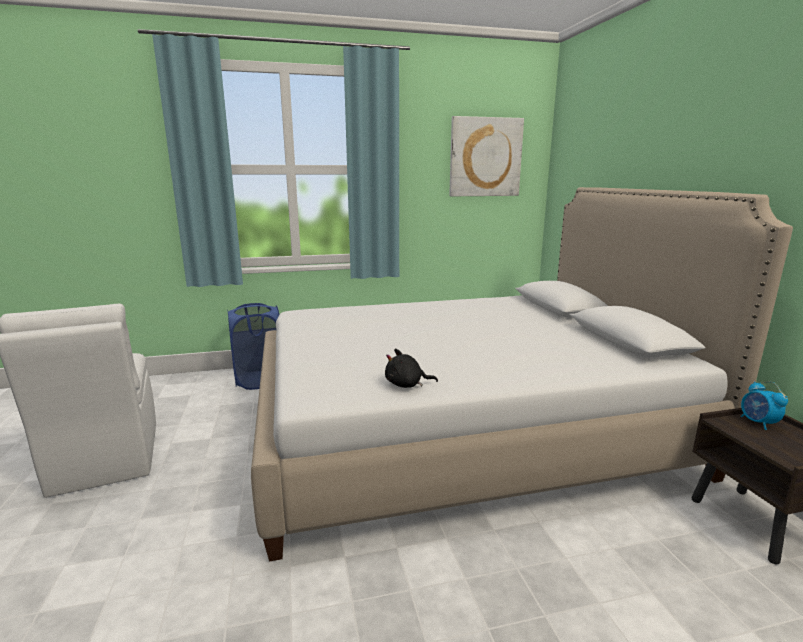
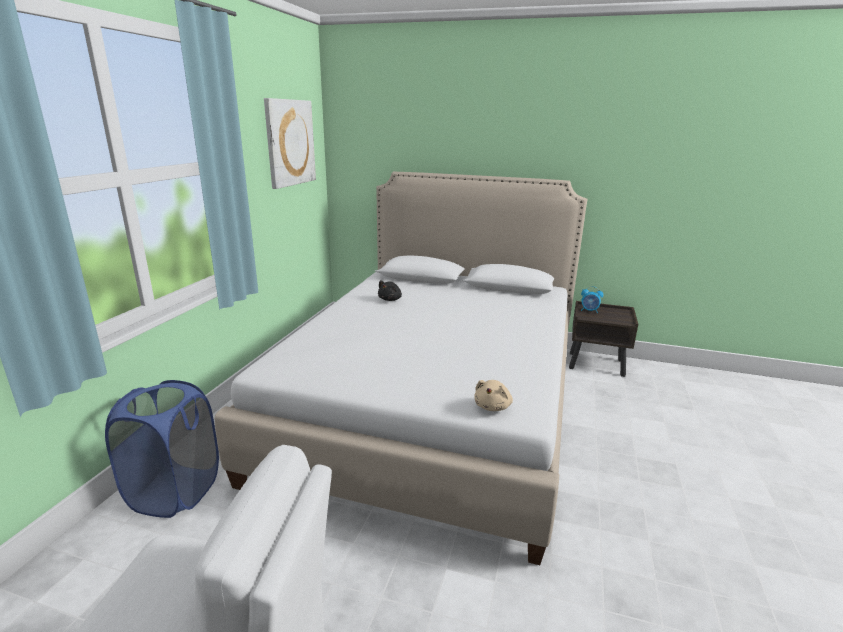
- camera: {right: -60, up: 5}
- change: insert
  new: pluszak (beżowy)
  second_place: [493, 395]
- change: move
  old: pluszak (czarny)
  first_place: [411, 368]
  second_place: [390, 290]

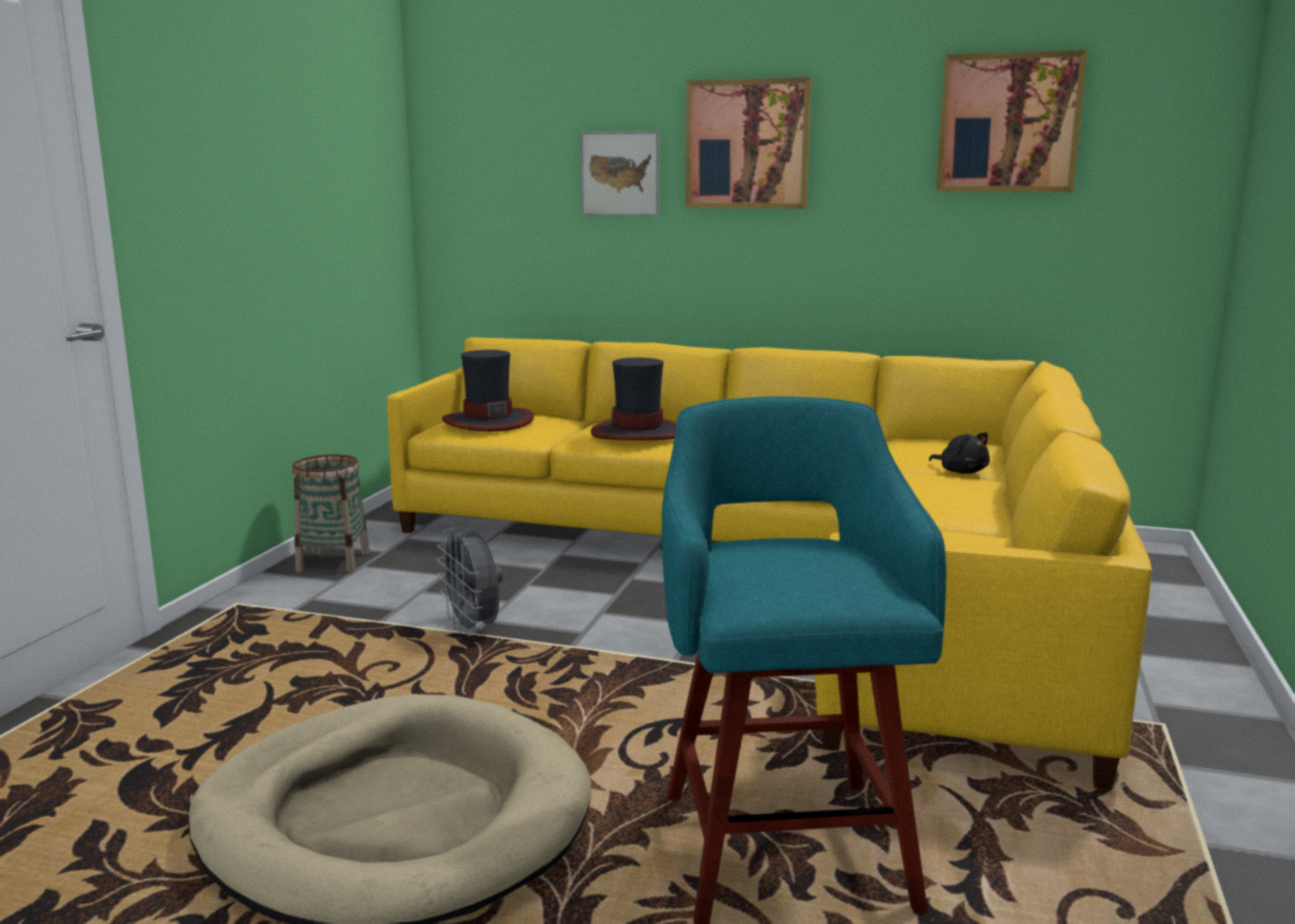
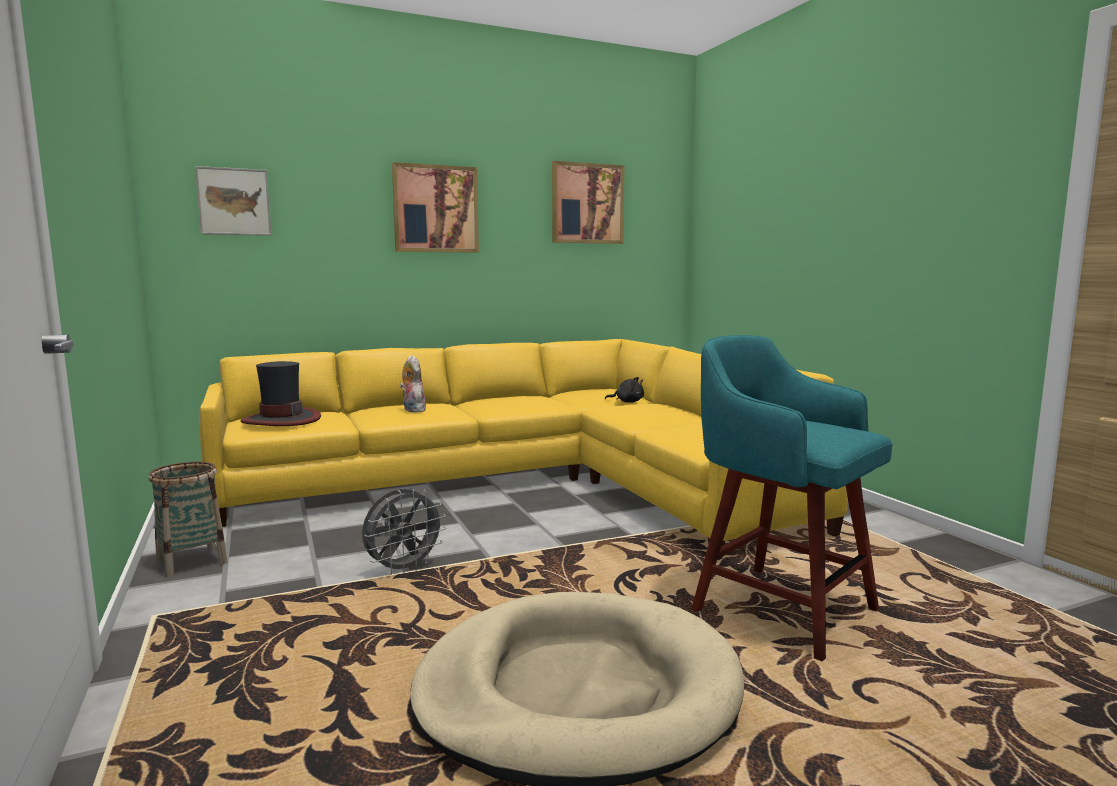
- camera: {right: -40, up: -5}
- change: move
  old: obraz
  first_place: [620, 173]
  second_place: [233, 201]
- change: replace
  old: kapelusz
  new: pluszak
  first_place: [633, 399]
  second_place: [413, 384]
- change: rotate
  old: wentylator (szary)
  first_place: [469, 582]
  second_place: [404, 531]
  degrees: -60

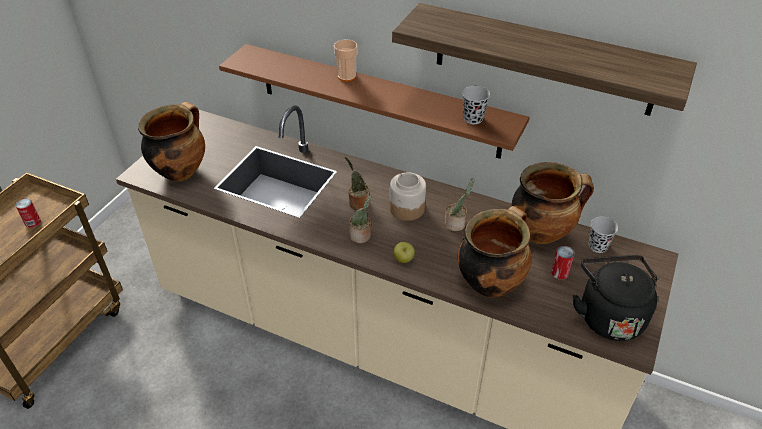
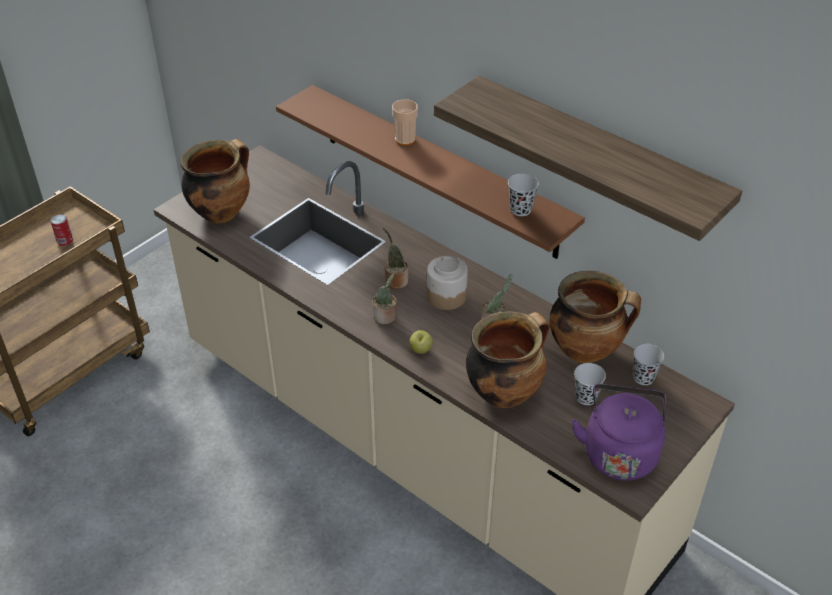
- camera: {right: 15, up: 0}
- change: replace
  old: puszka
  new: filiżanka (czarny)
  first_place: [563, 263]
  second_place: [590, 384]
- change: recolor
  old: czajnik (czarny)
  new: czajnik (fioletowy)
  first_place: [615, 298]
  second_place: [619, 432]

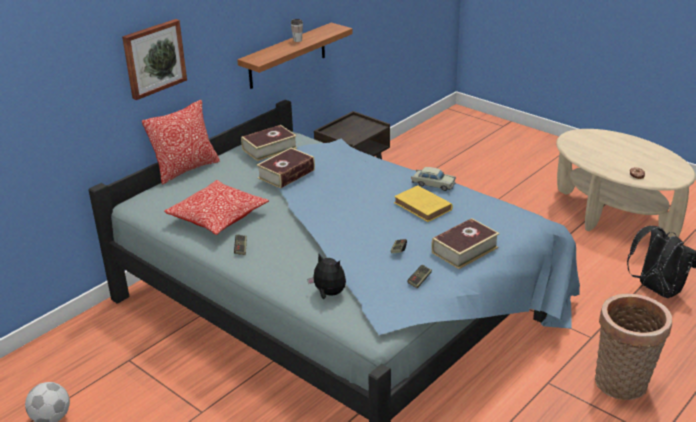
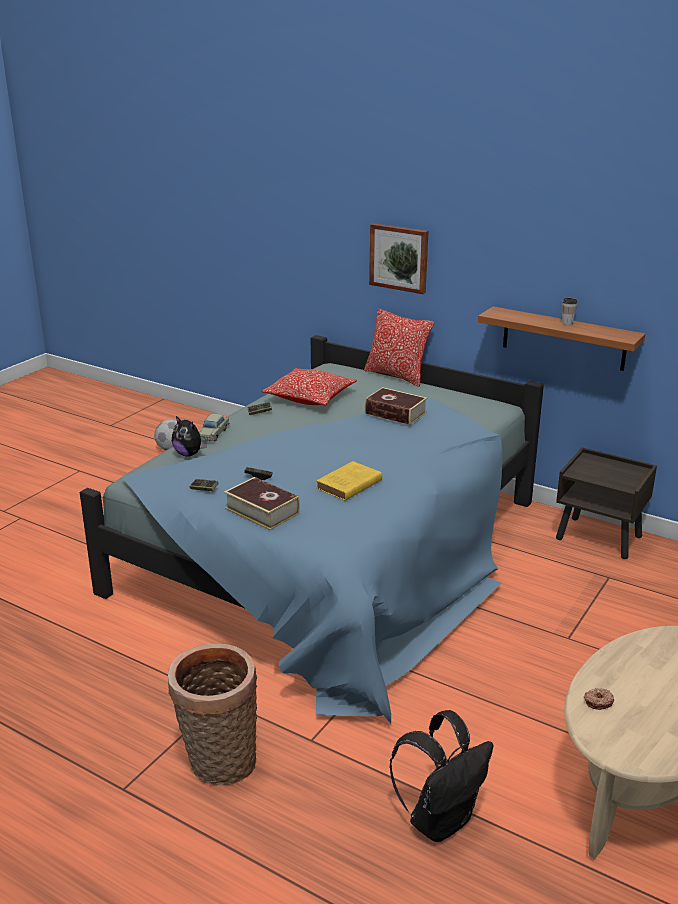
- camera: {right: 80, up: -5}
- change: delete
  old: książka
  first_place: [269, 143]
- change: move
  old: samochodzik (beżowy)
  first_place: [433, 179]
  second_place: [213, 428]
- change: rotate
  old: pluszak
  first_place: [326, 276]
  second_place: [189, 436]
  degrees: 105

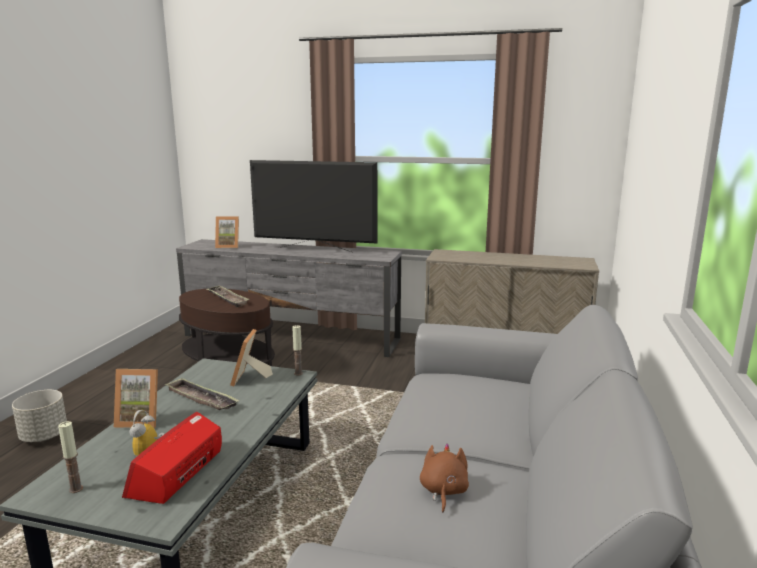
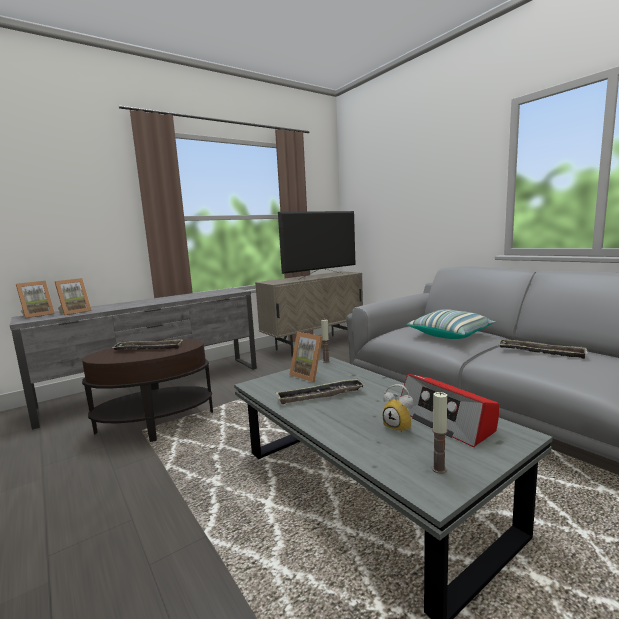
- camera: {right: -50, up: -5}
- change: delete
  old: donica (szary)
  first_place: [39, 416]
- change: insert
  new: poduszka
  second_place: [451, 324]
- change: move
  old: ramka na zdjęcie
  first_place: [136, 398]
  second_place: [35, 300]
- change: move
  old: telewizor
  first_place: [313, 206]
  second_place: [316, 245]
- change: replace
  old: pluszak (brązowy)
  new: taca
  first_place: [444, 478]
  second_place: [543, 349]

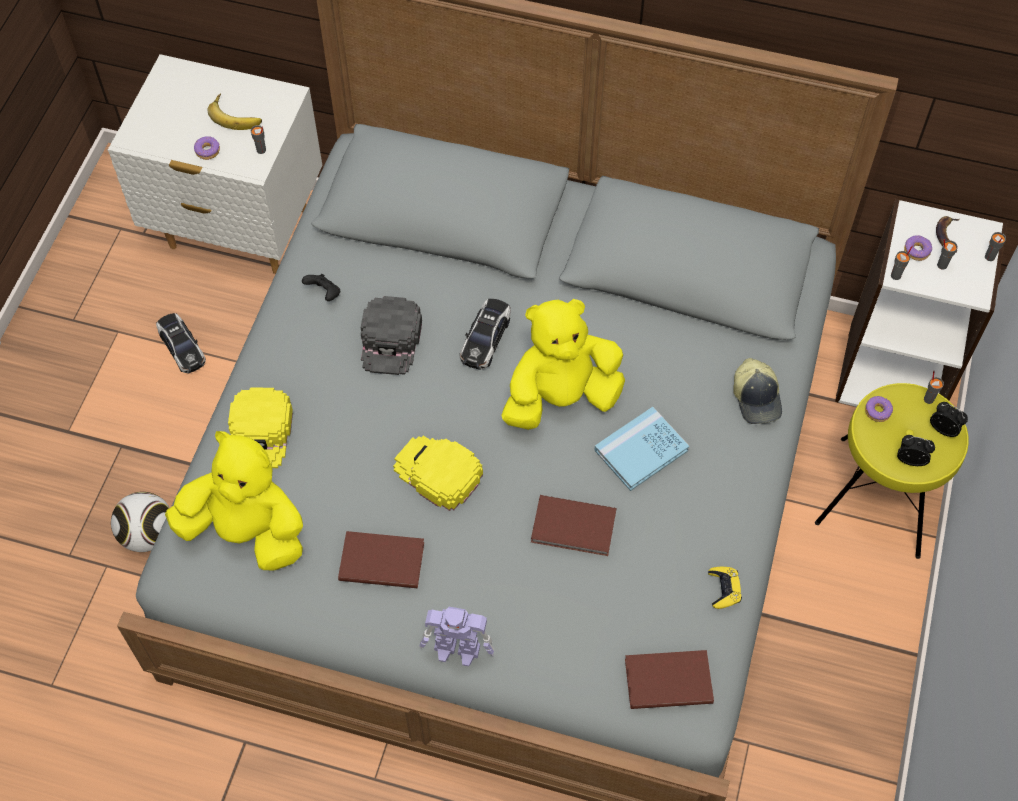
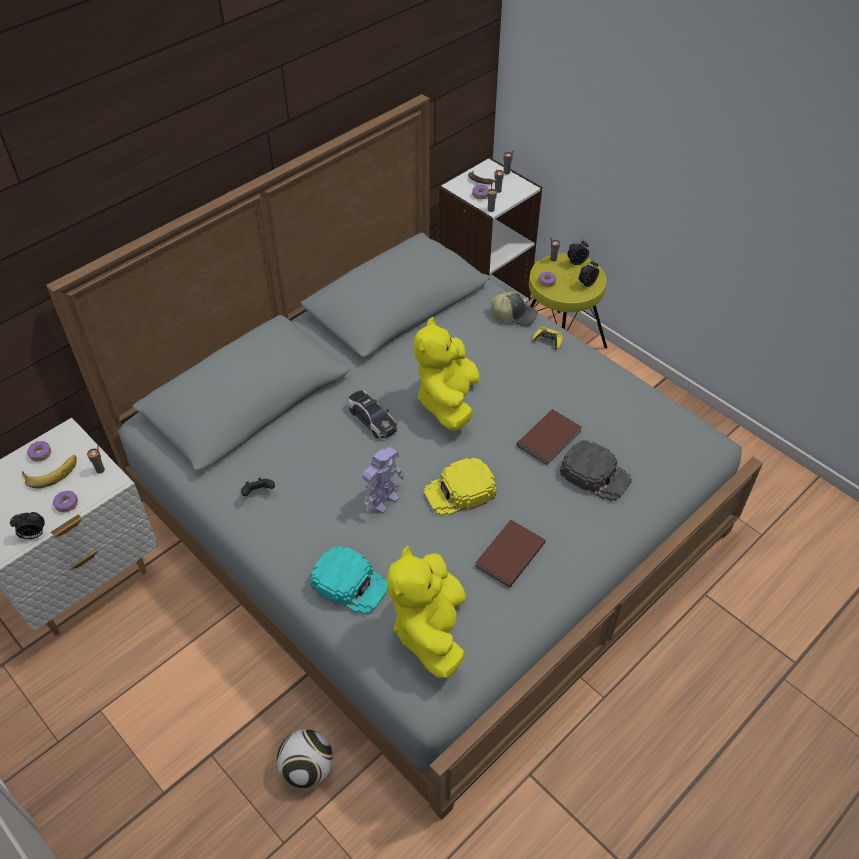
- camera: {right: -60, up: -10}
- change: delete
  old: samochodzik
  first_place: [181, 343]
- change: delete
  old: książka (niebieski)
  first_place: [641, 449]
- change: delete
  old: książka (brązowy)
  first_place: [669, 679]
- change: insert
  new: budzik
  second_place: [27, 525]
- change: insert
  new: donut
  second_place: [39, 451]
- change: move
  old: czapka z daszkiem (czarny)
  first_place: [391, 335]
  second_place: [596, 470]
- change: move
  old: robot zabawkowy
  first_place: [456, 636]
  second_place: [383, 481]
- change: move
  old: pad do gier (żółty)
  first_place: [725, 588]
  second_place: [547, 338]
- change: recolor
  old: czapka z daszkiem (żółty)
  new: czapka z daszkiem (turkusowy)
  first_place: [260, 427]
  second_place: [349, 580]
- change: rotate
  old: pluszak (żółty)
  first_place: [234, 500]
  second_place: [426, 612]
  degrees: -45

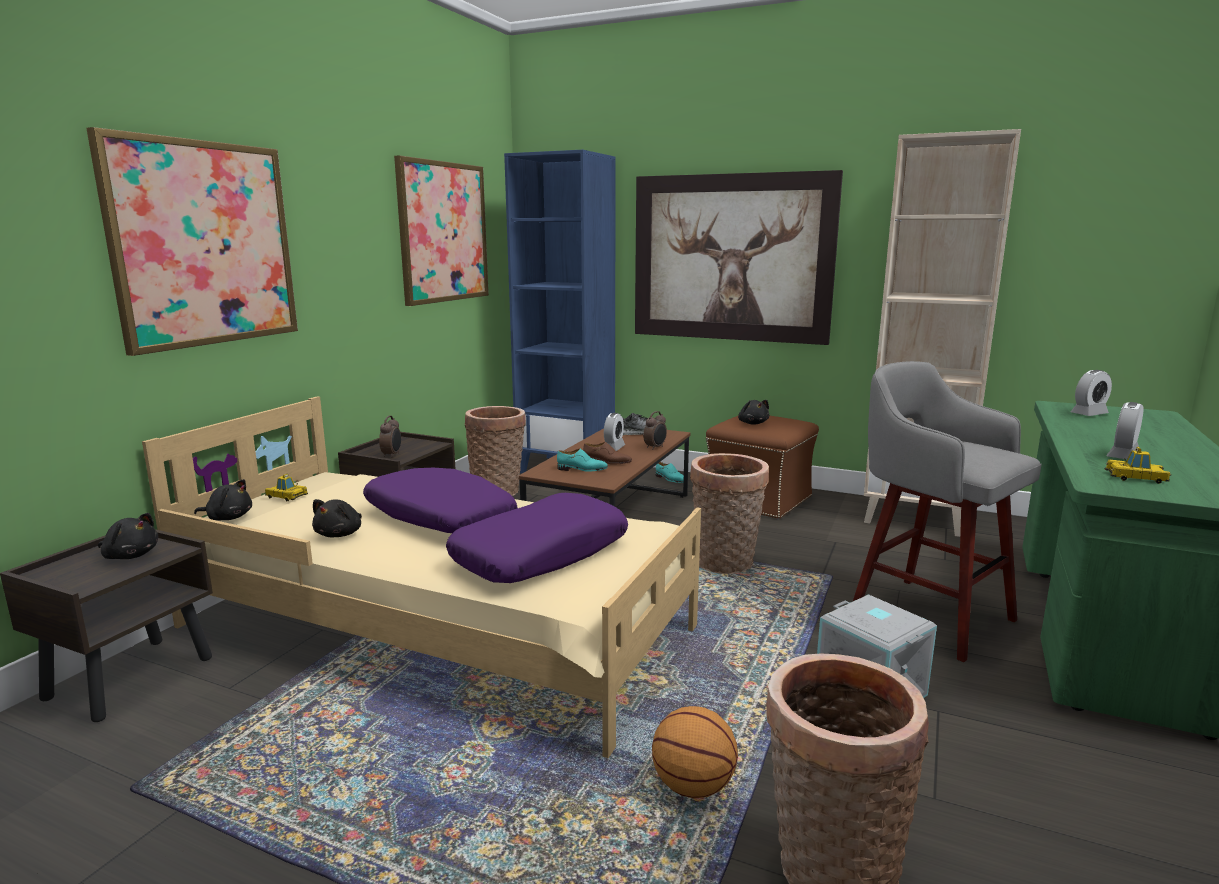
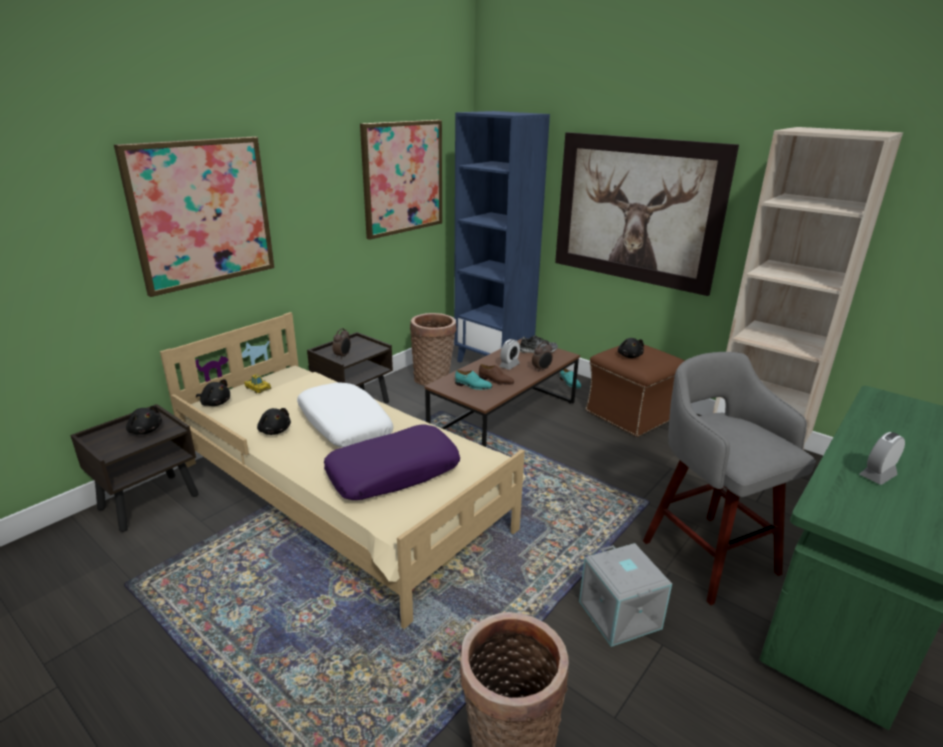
- camera: {right: 15, up: 10}
- change: delete
  old: piłka do koszykówki
  first_place: [695, 752]
- change: delete
  old: koszyk
  first_place: [729, 513]
- change: delete
  old: budzik
  first_place: [1091, 393]
- change: delete
  old: samochodzik
  first_place: [1138, 465]
- change: recolor
  old: poduszka (fioletowy)
  new: poduszka (biały)
  first_place: [440, 500]
  second_place: [345, 414]
- change: rotate
  old: pluszak (czarny)
  first_place: [337, 518]
  second_place: [274, 421]
  degrees: -75

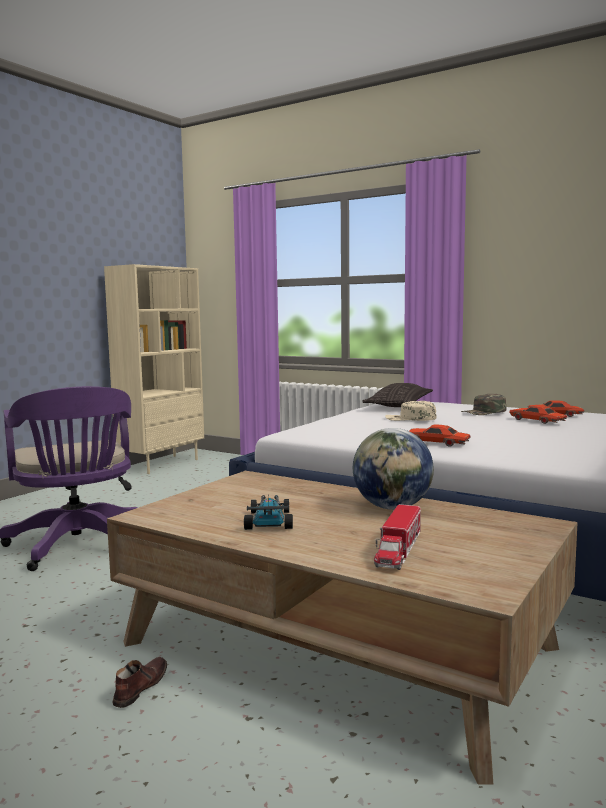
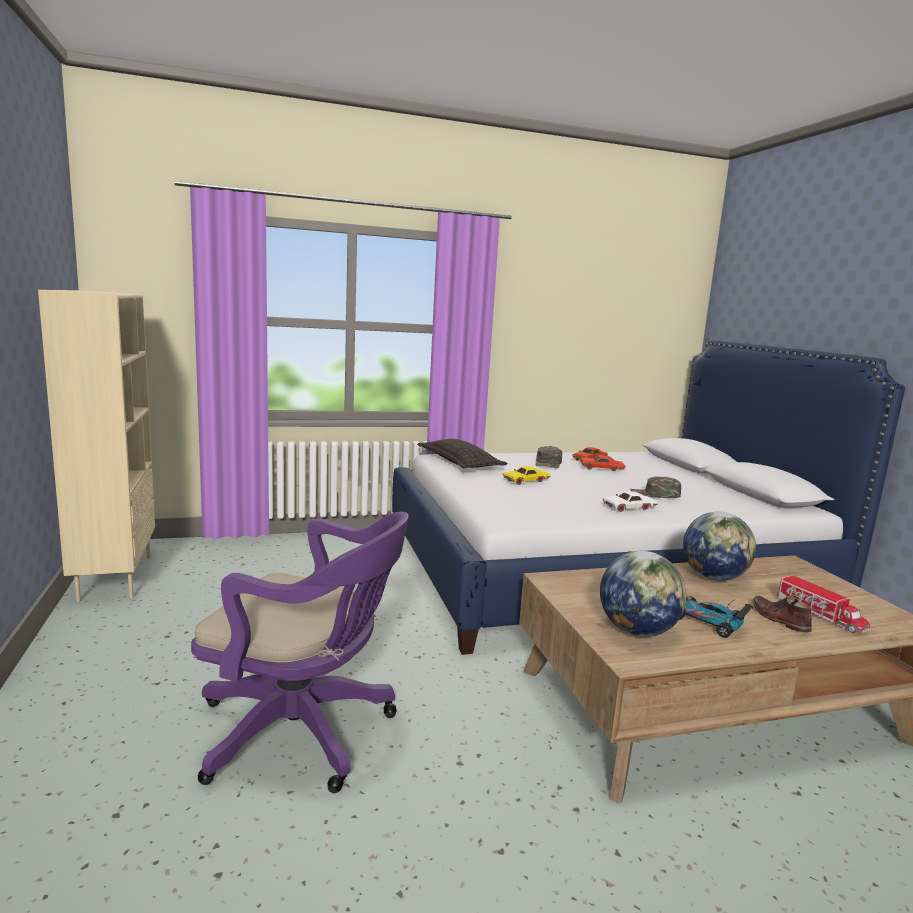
- camera: {right: -50, up: 5}
- change: insert
  new: globus
  second_place: [643, 594]
- change: insert
  new: czapka z daszkiem (zielony)
  second_place: [655, 487]
- change: move
  old: but (brązowy)
  first_place: [139, 682]
  second_place: [782, 614]
- change: replace
  old: czapka z daszkiem (beżowy)
  new: samochodzik (żółty)
  first_place: [410, 411]
  second_place: [526, 475]
- change: recolor
  old: samochodzik (czerwony)
  new: samochodzik (biały)
  first_place: [439, 435]
  second_place: [630, 501]

